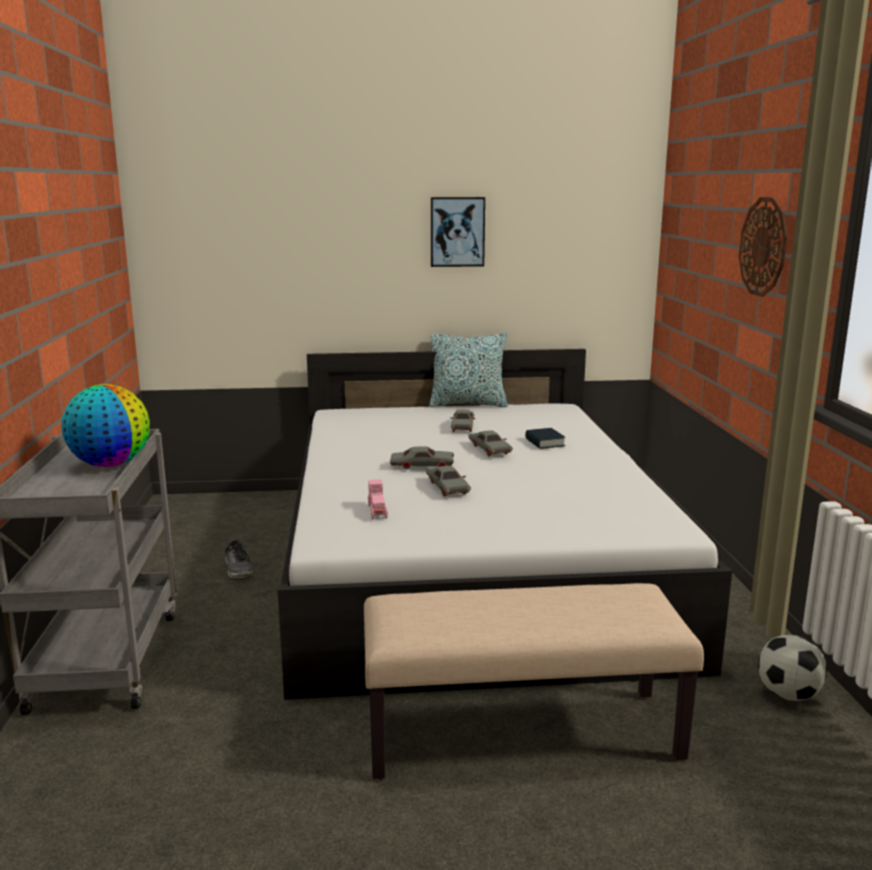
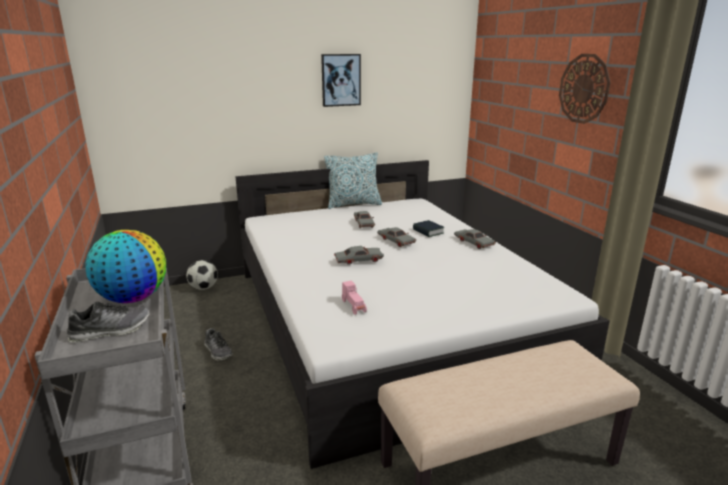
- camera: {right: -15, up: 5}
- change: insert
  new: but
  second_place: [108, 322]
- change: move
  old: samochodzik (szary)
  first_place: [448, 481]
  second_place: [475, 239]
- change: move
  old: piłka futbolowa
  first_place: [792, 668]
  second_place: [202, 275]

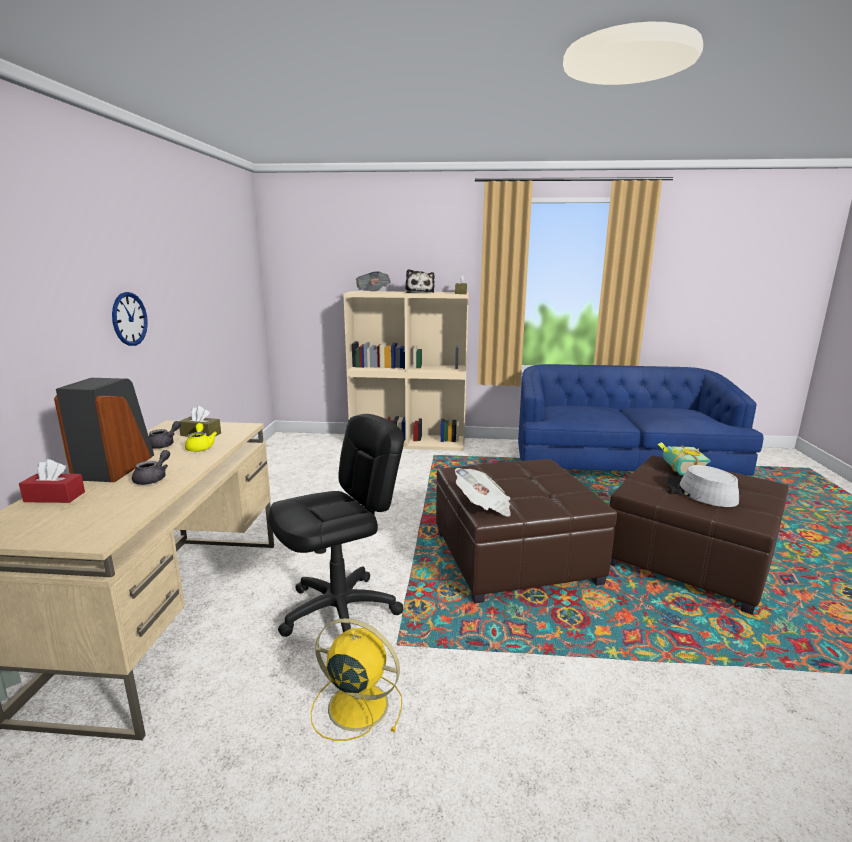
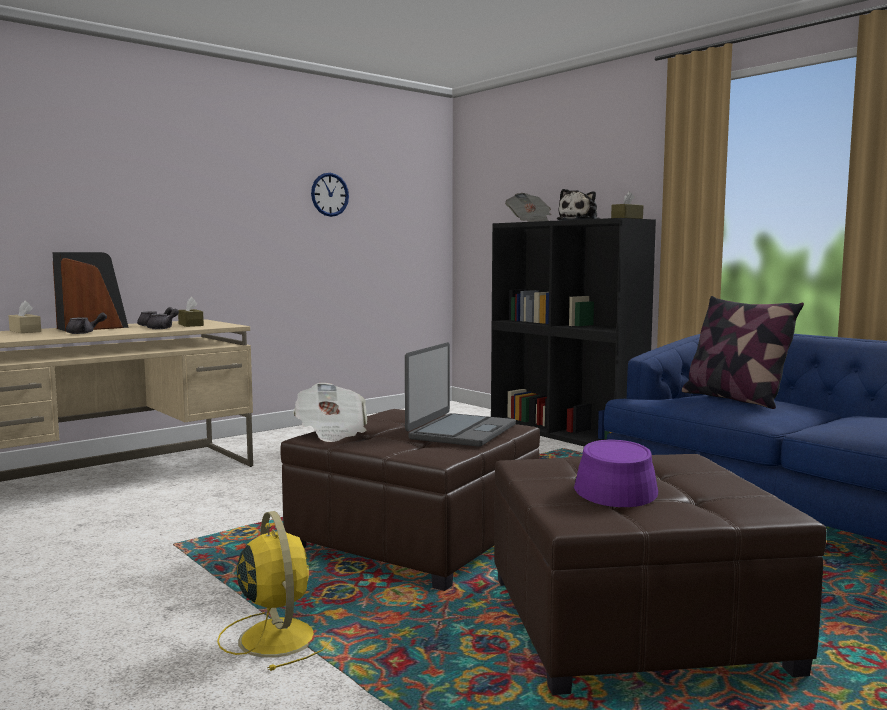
- camera: {right: 45, up: -10}
- change: delete
  old: krzesło biurowe (czarny)
  first_place: [336, 525]
- change: delete
  old: książka
  first_place: [684, 458]
- change: insert
  new: laptop
  second_place: [460, 394]
- change: insert
  new: poduszka
  second_place: [743, 352]
- change: move
  old: zegar ścienny
  first_place: [130, 319]
  second_place: [330, 195]
- change: move
  old: wentylator (żółty)
  first_place: [356, 679]
  second_place: [274, 591]
- change: recolor
  old: pudełko chusteczek (czerwony)
  new: pudełko chusteczek (beżowy)
  first_place: [52, 481]
  second_place: [25, 317]
- change: recolor
  old: imbryk (żółty)
  new: imbryk (szary)
  first_place: [201, 437]
  second_place: [163, 319]
- change: recolor
  old: regał (beżowy)
  new: regał (czarny)
  first_place: [406, 371]
  second_place: [573, 332]
- change: recolor
  old: kapelusz (szary)
  new: kapelusz (fioletowy)
  first_place: [703, 486]
  second_place: [616, 473]

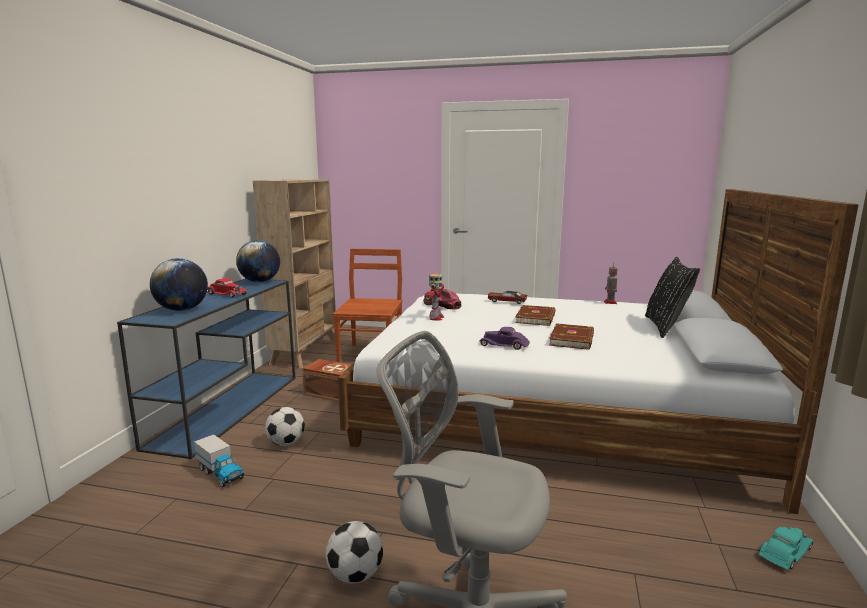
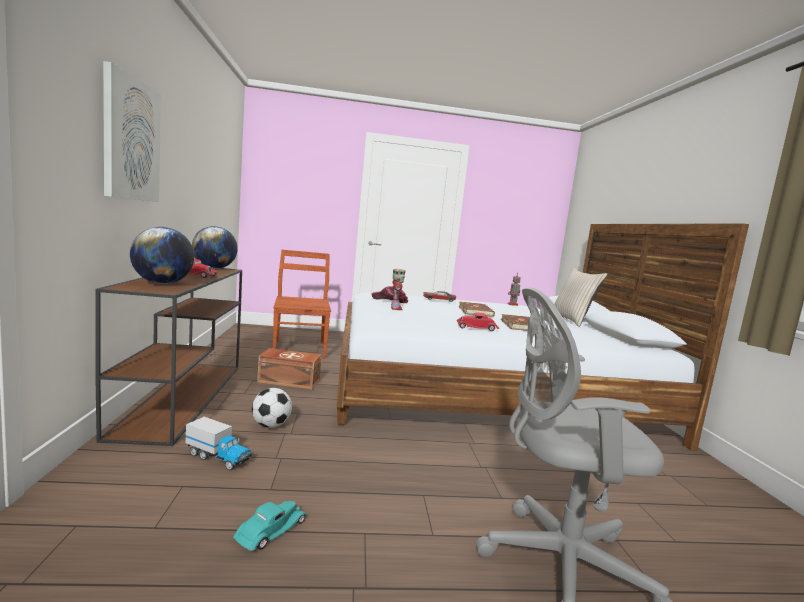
- camera: {right: -20, up: -5}
- change: delete
  old: regał (beżowy)
  first_place: [294, 274]
- change: delete
  old: piłka futbolowa
  first_place: [354, 552]
- change: insert
  new: obraz
  second_place: [132, 131]
- change: move
  old: samochodzik (turkusowy)
  first_place: [786, 548]
  second_place: [270, 526]
- change: recolor
  old: stolik konsolowy (niebieski)
  new: stolik konsolowy (brązowy)
  first_place: [206, 368]
  second_place: [168, 357]
- change: recolor
  old: samochodzik (fioletowy)
  new: samochodzik (czerwony)
  first_place: [504, 338]
  second_place: [478, 322]
- change: recolor
  old: poduszka (czarny)
  new: poduszka (beżowy)
  first_place: [672, 297]
  second_place: [581, 297]

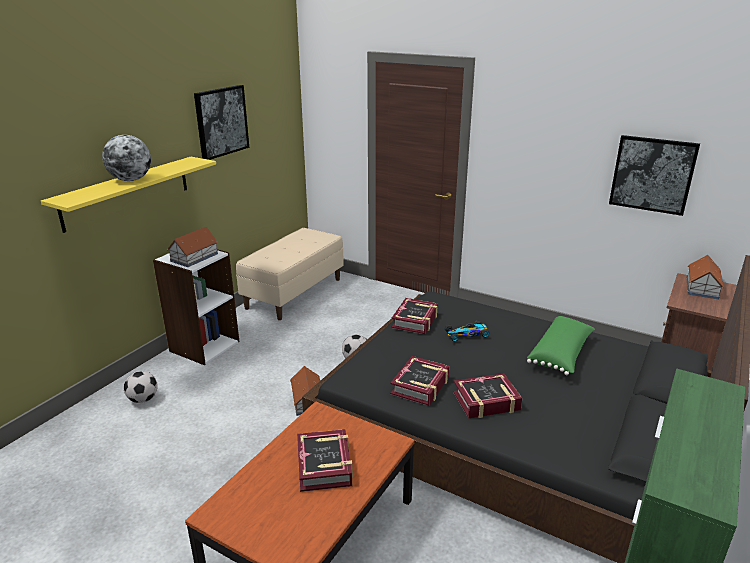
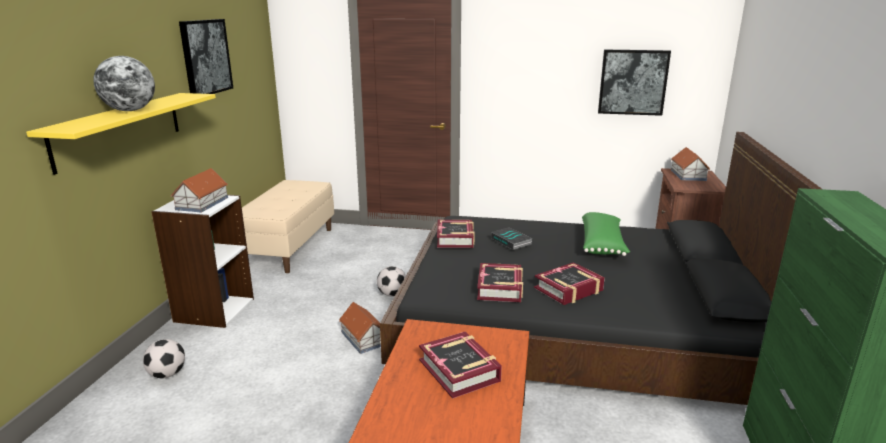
- camera: {right: -20, up: -5}
- change: replace
  old: samochodzik
  new: książka
  first_place: [467, 331]
  second_place: [511, 238]

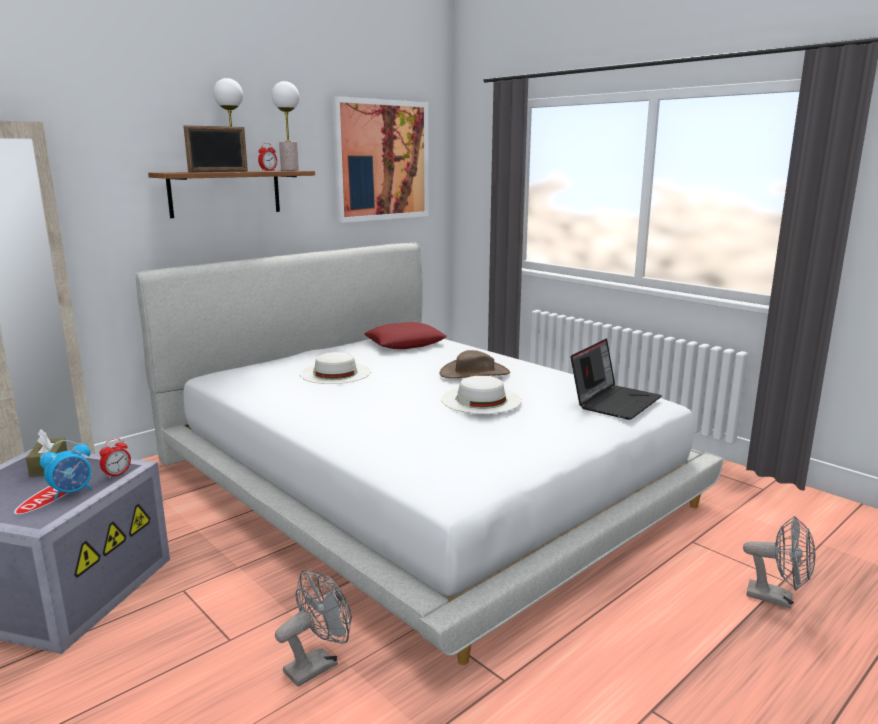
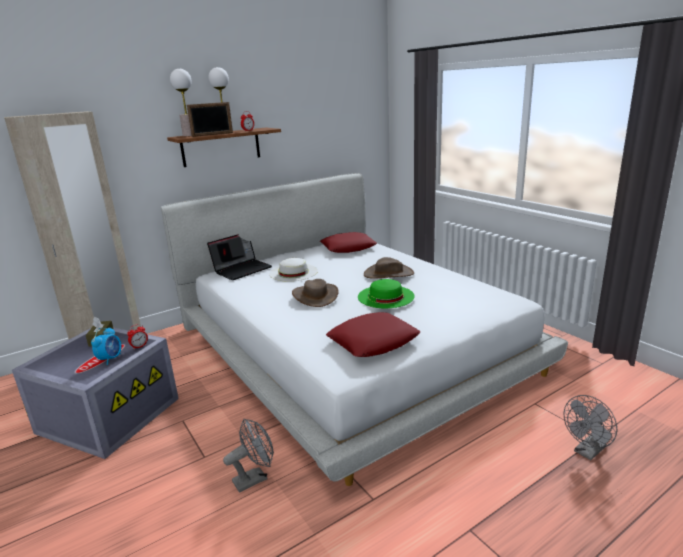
- camera: {right: 10, up: 5}
- change: delete
  old: obraz
  first_place: [380, 159]
- change: insert
  new: kapelusz (brązowy)
  second_place: [315, 293]
- change: insert
  new: poduszka (czerwony)
  second_place: [373, 334]
- change: move
  old: lampa stołowa
  first_place: [285, 126]
  second_place: [181, 102]
- change: move
  old: laptop
  first_place: [616, 379]
  second_place: [239, 257]
- change: recolor
  old: kapelusz (biały)
  new: kapelusz (zielony)
  first_place: [481, 395]
  second_place: [386, 293]
- change: rotate
  old: budzik
  first_place: [66, 470]
  second_place: [106, 346]
  degrees: -45
- change: rotate
  old: wentylator (szary)
  first_place: [779, 562]
  second_place: [590, 427]
  degrees: 105

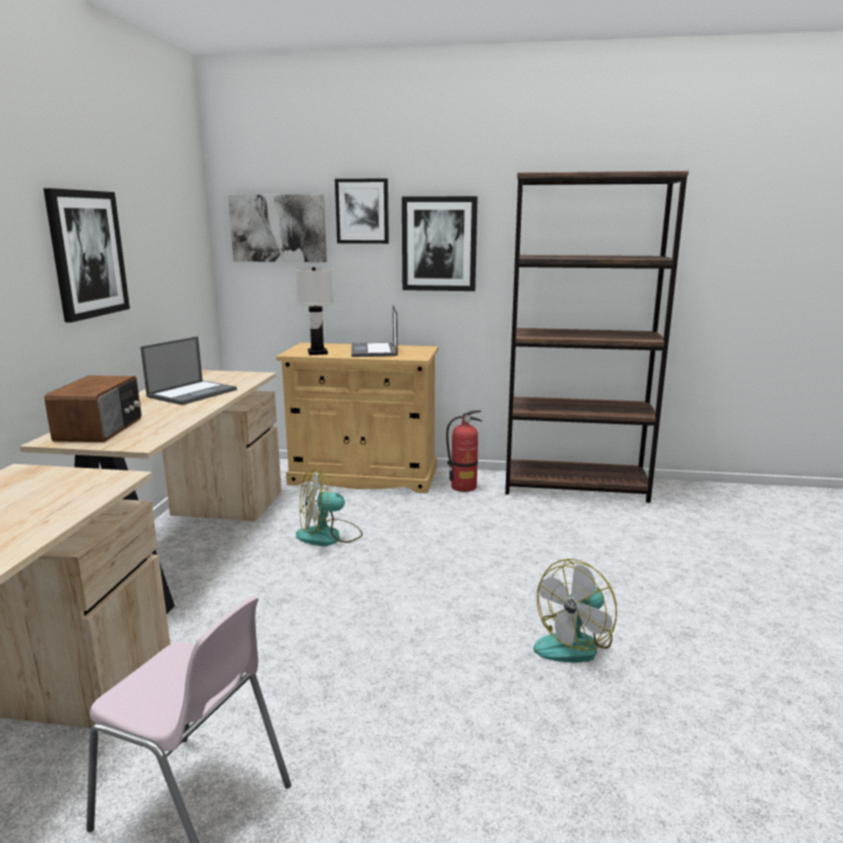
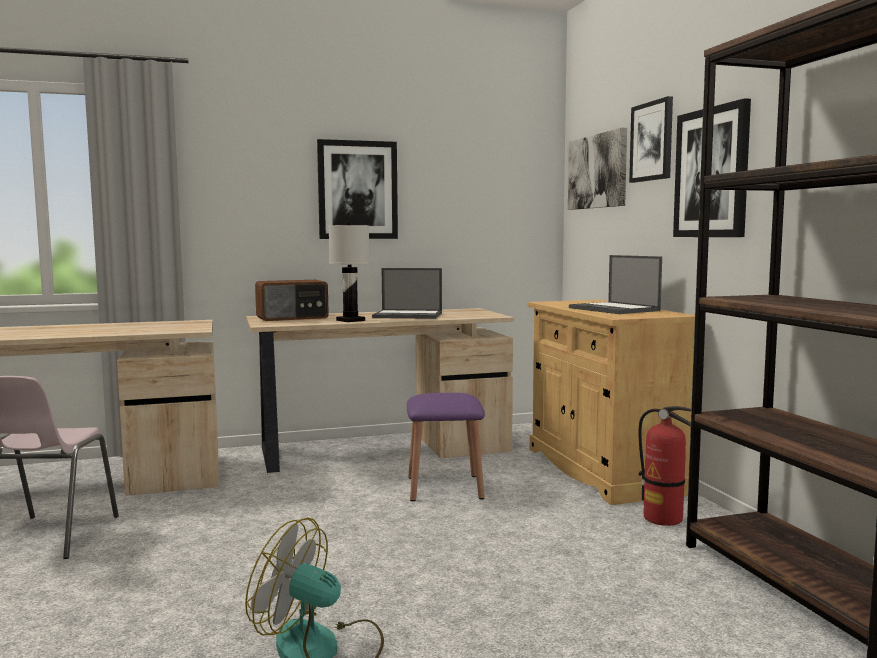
- camera: {right: 65, up: -10}
- change: move
  old: lampa stołowa (biały)
  first_place: [314, 311]
  second_place: [349, 272]
- change: replace
  old: wentylator
  new: stołek (fioletowy)
  first_place: [329, 507]
  second_place: [446, 447]
- change: rotate
  old: laptop
  first_place: [374, 331]
  second_place: [615, 284]
  degrees: -90

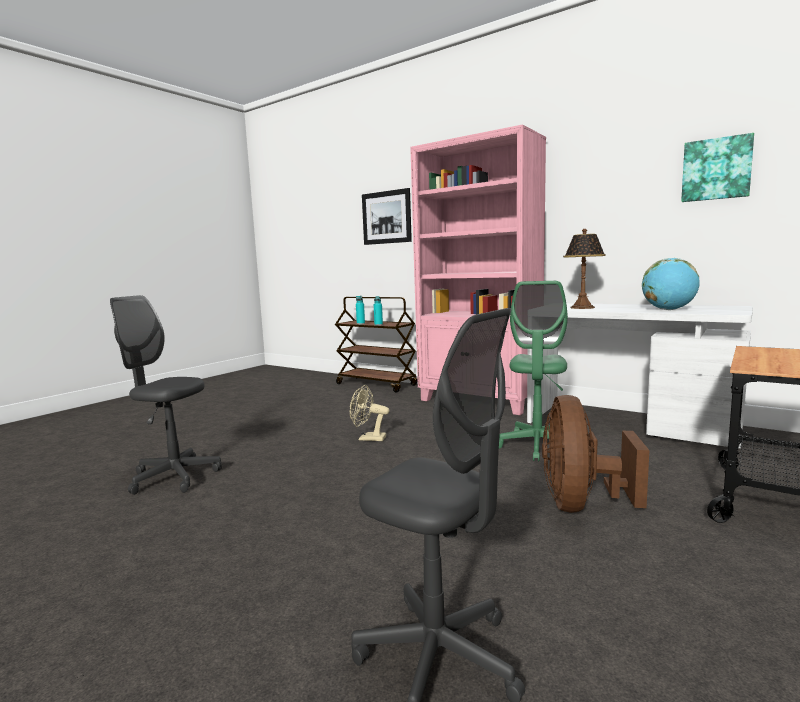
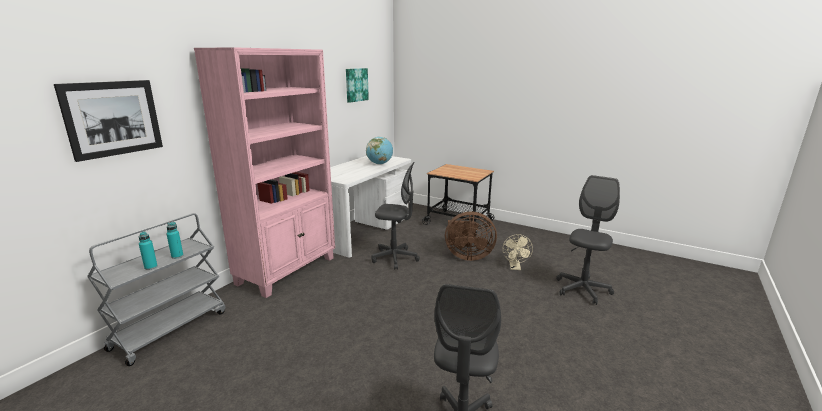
- camera: {right: -95, up: 10}
- change: delete
  old: lampa stołowa
  first_place: [584, 269]
- change: move
  old: wentylator (beżowy)
  first_place: [369, 413]
  second_place: [518, 252]
- change: recolor
  old: wózek (brązowy)
  new: wózek (szary)
  first_place: [376, 345]
  second_place: [156, 289]
- change: recolor
  old: krzesło biurowe (zielony)
  new: krzesło biurowe (szary)
  first_place: [533, 371]
  second_place: [395, 216]

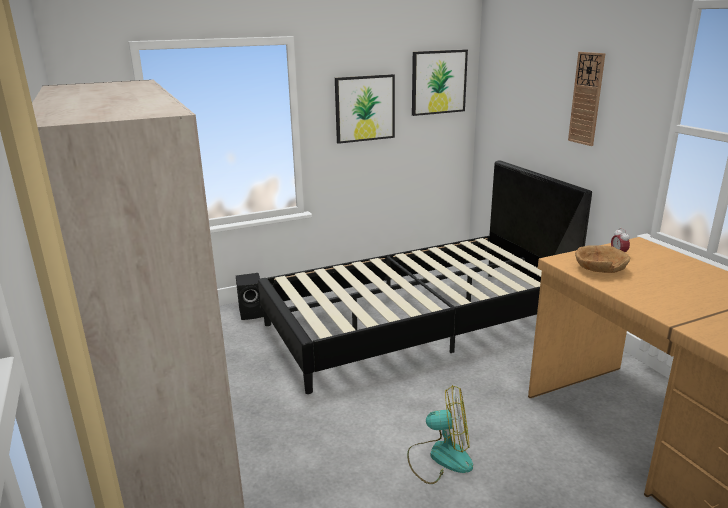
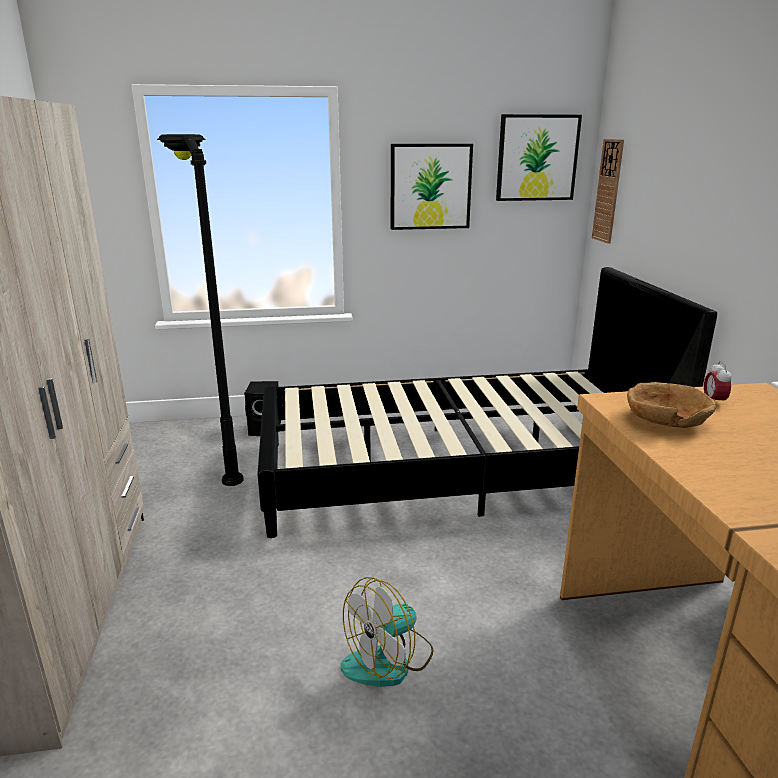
- camera: {right: 15, up: 0}
- change: insert
  new: lampa stojąca (czarny)
  second_place: [200, 310]
- change: move
  old: zegar ścienny
  first_place: [587, 99]
  second_place: [608, 191]
- change: rotate
  old: wentylator
  first_place: [440, 434]
  second_place: [387, 632]
  degrees: 120

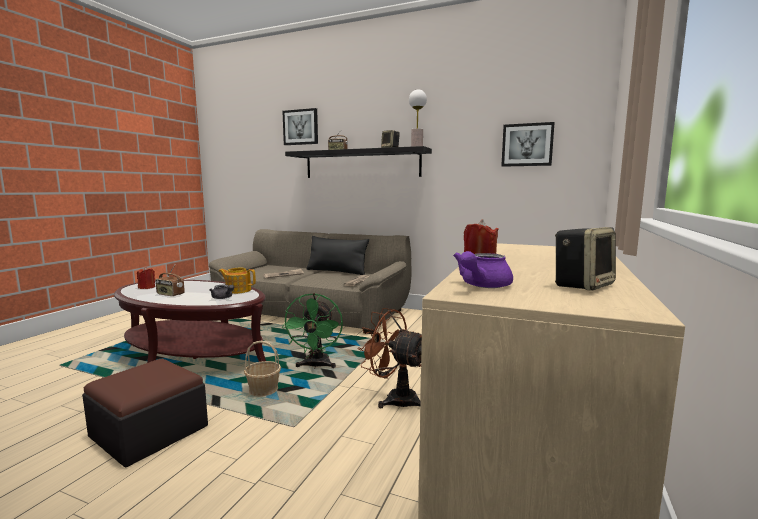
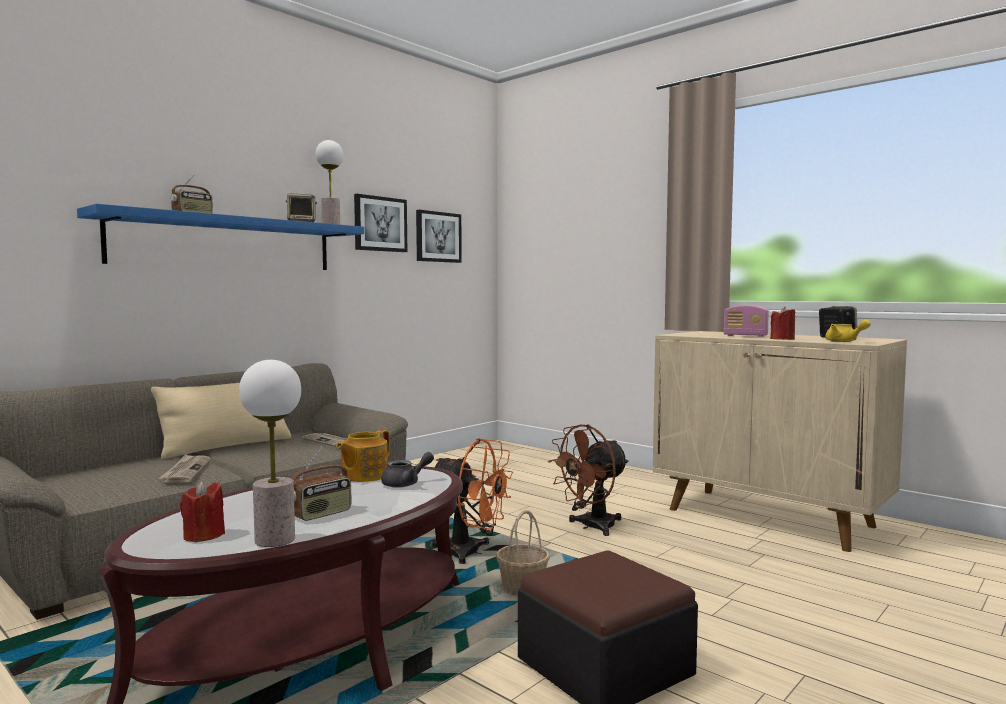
- camera: {right: -70, up: -5}
- change: insert
  new: lampa stołowa
  second_place: [270, 453]
- change: insert
  new: radio
  second_place: [746, 321]
- change: move
  old: obraz
  first_place: [300, 126]
  second_place: [380, 223]
- change: recolor
  old: wentylator (zielony)
  new: wentylator (pomarańczowy)
  first_place: [312, 331]
  second_place: [471, 501]
- change: recolor
  old: półka (czarny)
  new: półka (niebieski)
  first_place: [358, 162]
  second_place: [220, 237]
- change: recolor
  old: poduszka (czarny)
  new: poduszka (beżowy)
  first_place: [337, 255]
  second_place: [221, 421]
- change: recolor
  old: imbryk (fioletowy)
  new: imbryk (żółty)
  first_place: [483, 269]
  second_place: [848, 330]

